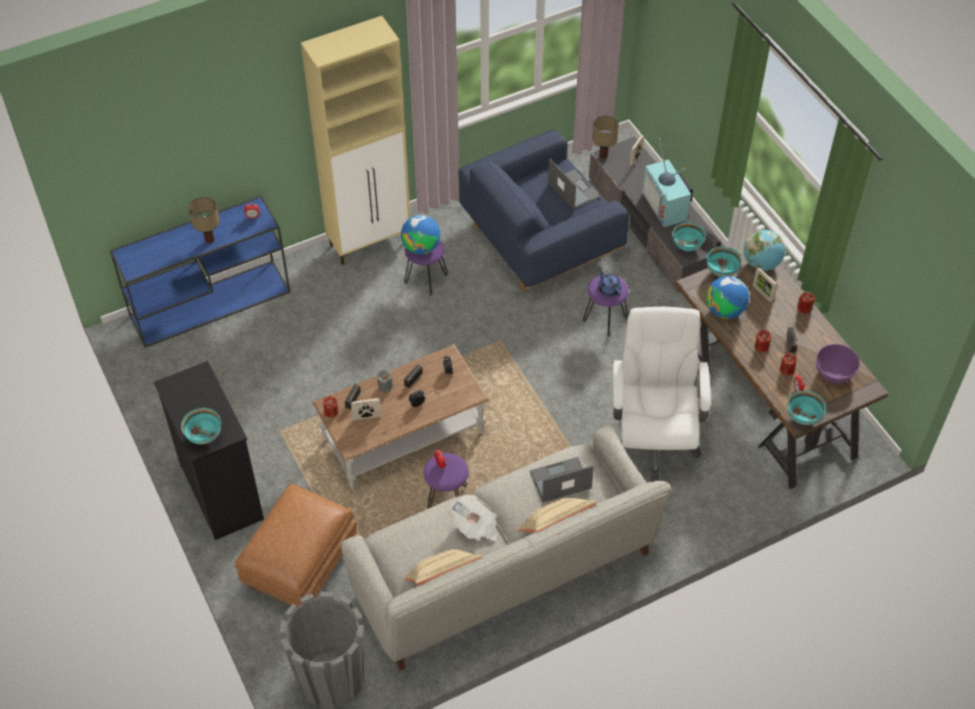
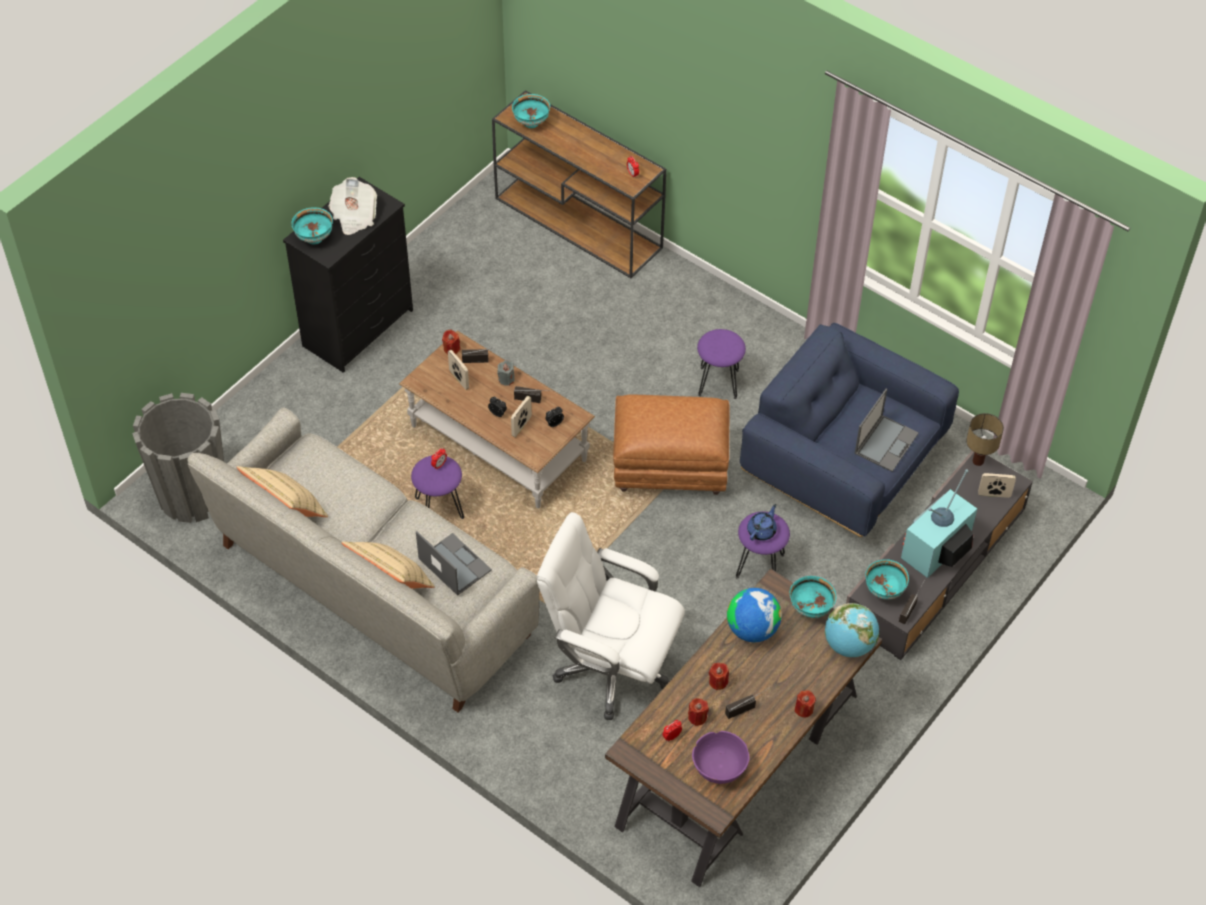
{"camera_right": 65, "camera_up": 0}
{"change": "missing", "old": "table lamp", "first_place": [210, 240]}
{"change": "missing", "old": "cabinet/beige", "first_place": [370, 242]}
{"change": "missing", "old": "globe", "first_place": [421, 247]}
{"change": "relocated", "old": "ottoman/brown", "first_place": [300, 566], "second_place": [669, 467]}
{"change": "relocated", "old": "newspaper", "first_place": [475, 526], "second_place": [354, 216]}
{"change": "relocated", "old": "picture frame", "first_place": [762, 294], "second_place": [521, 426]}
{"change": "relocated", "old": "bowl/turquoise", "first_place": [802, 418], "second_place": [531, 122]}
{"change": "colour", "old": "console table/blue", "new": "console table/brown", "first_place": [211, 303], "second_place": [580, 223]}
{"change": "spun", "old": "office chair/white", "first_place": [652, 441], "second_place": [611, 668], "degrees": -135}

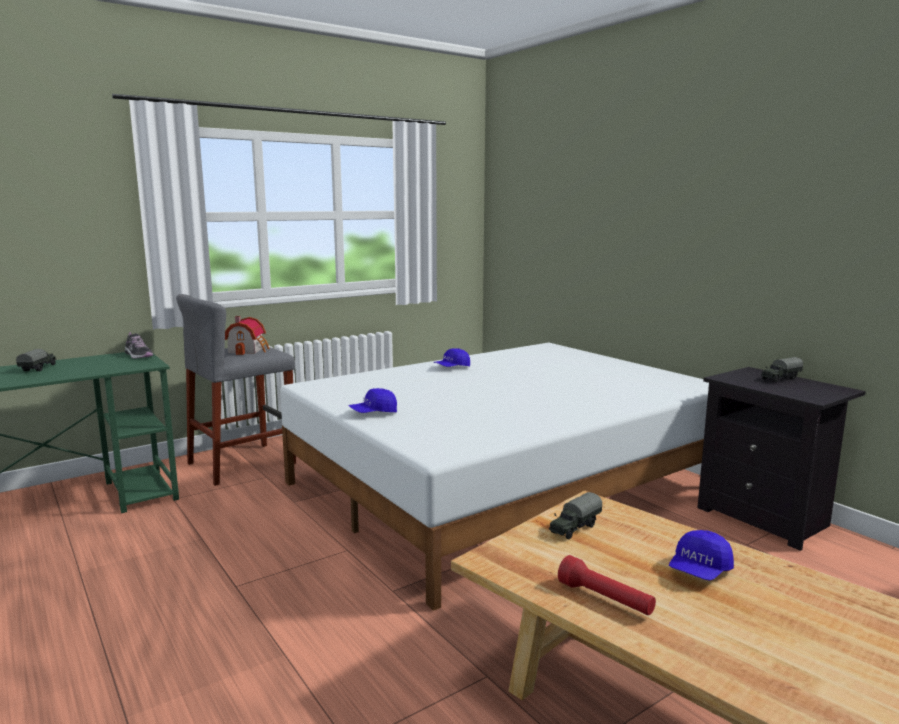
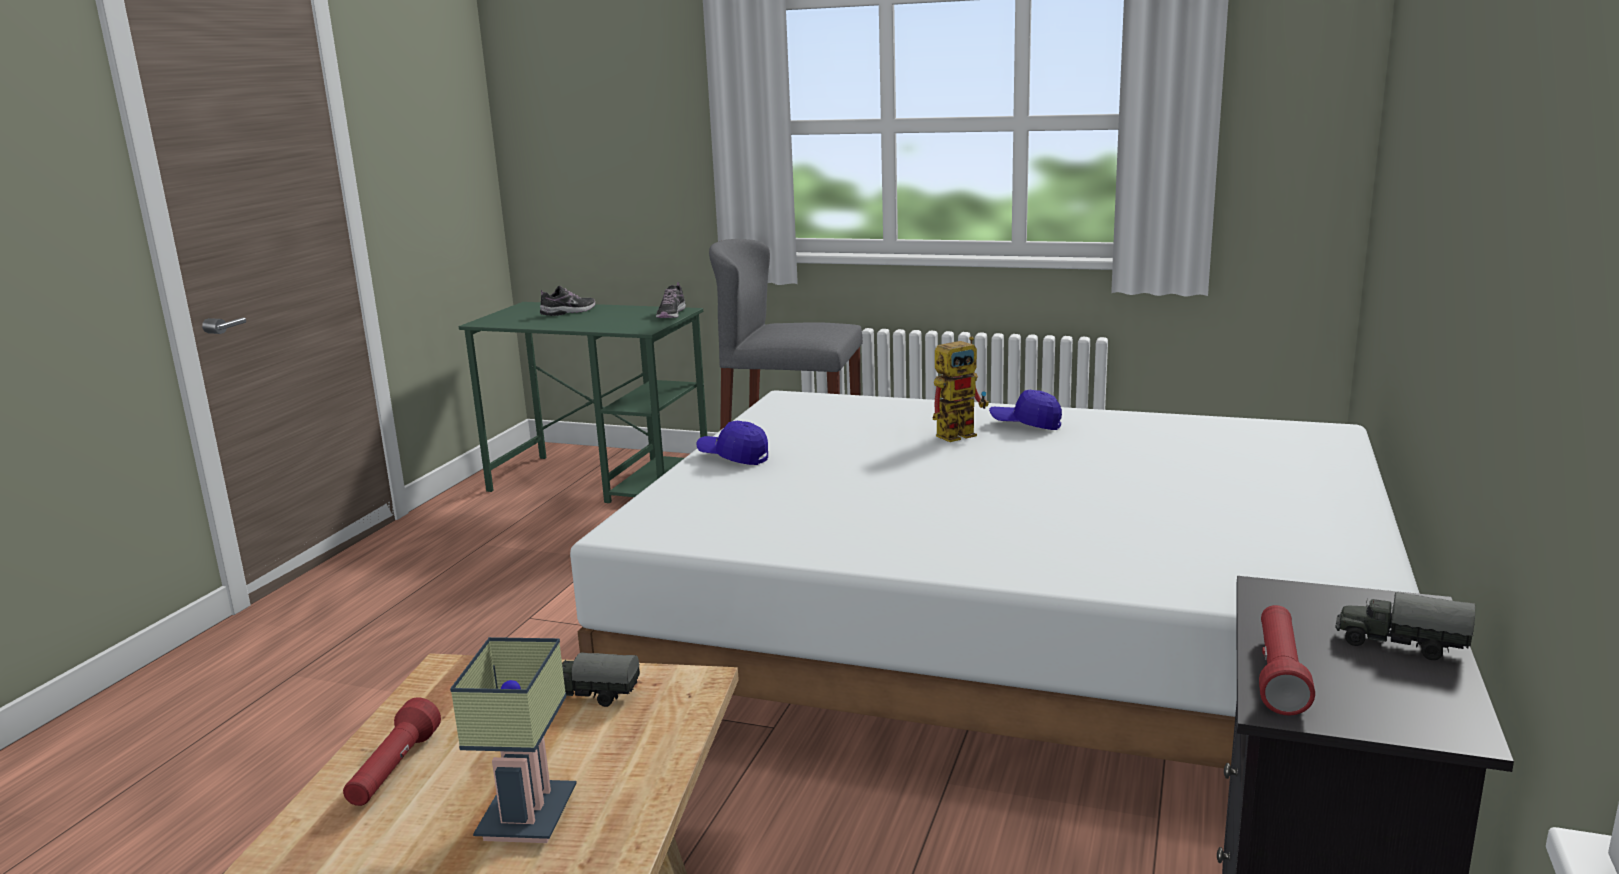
{"camera_right": 55, "camera_up": 5}
{"change": "missing", "old": "toy house", "first_place": [248, 350]}
{"change": "appeared", "new": "toy robot", "second_place": [961, 433]}
{"change": "appeared", "new": "flashlight/red", "second_place": [1279, 674]}
{"change": "exchanged", "old": "toy truck", "new": "shoe", "first_place": [39, 368], "second_place": [568, 312]}
{"change": "exchanged", "old": "cap/blue", "new": "table lamp", "first_place": [699, 571], "second_place": [531, 820]}

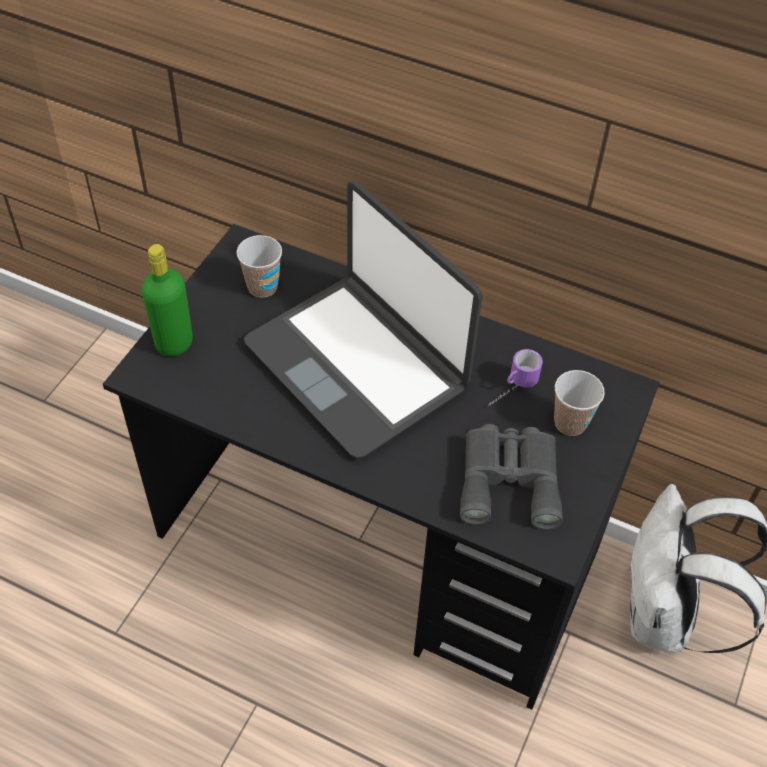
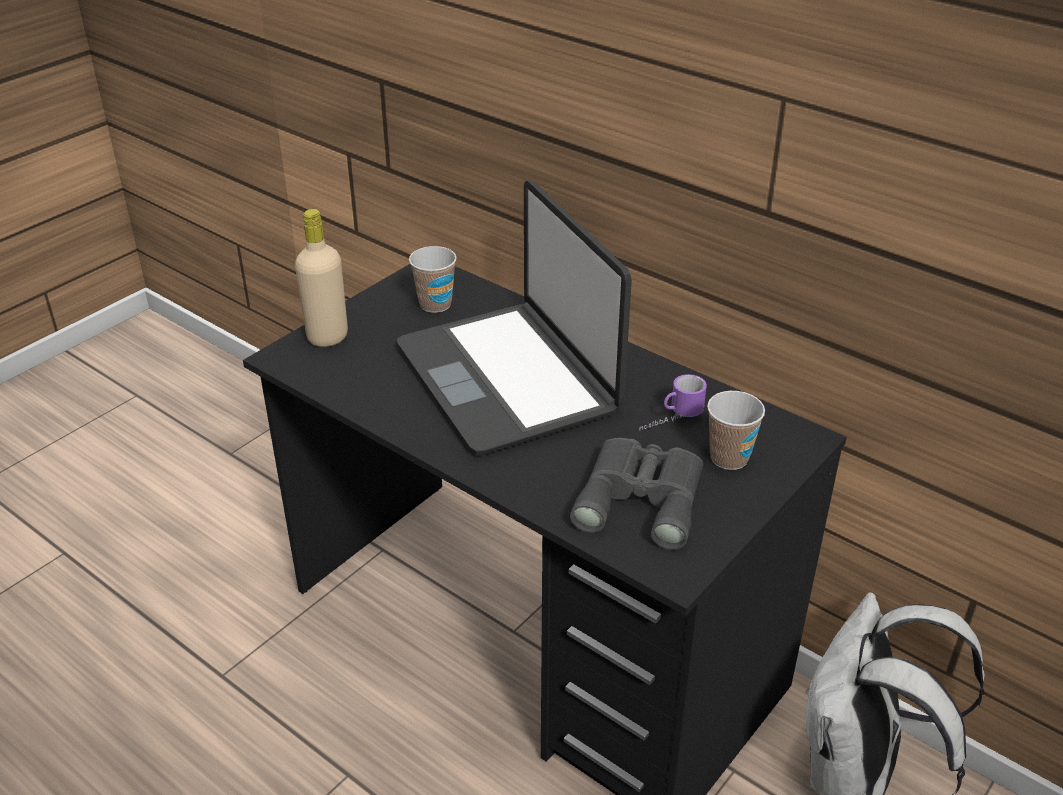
{"camera_right": 15, "camera_up": -15}
{"change": "colour", "old": "bottle/green", "new": "bottle/beige", "first_place": [174, 343], "second_place": [327, 337]}

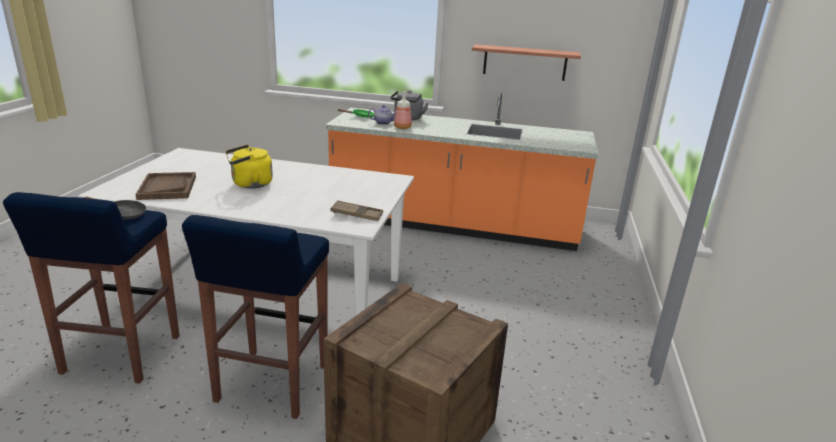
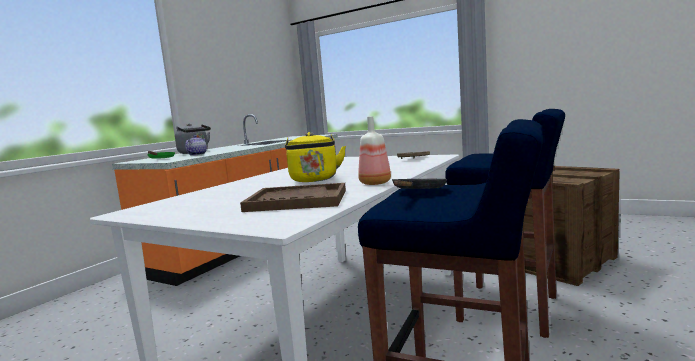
{"camera_right": -70, "camera_up": -15}
{"change": "missing", "old": "shelf", "first_place": [524, 62]}
{"change": "relocated", "old": "bottle", "first_place": [402, 128], "second_place": [376, 183]}

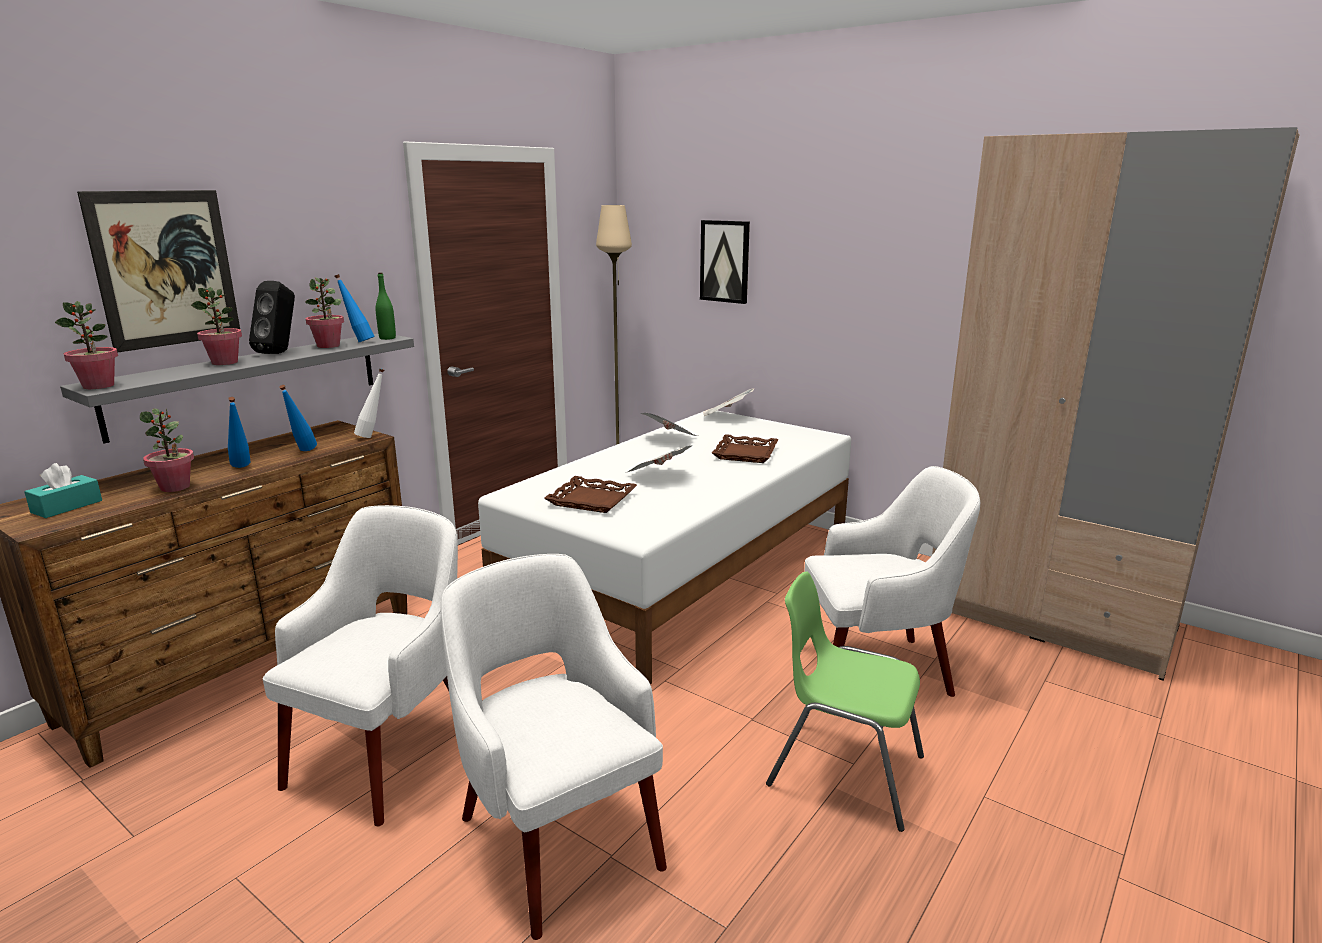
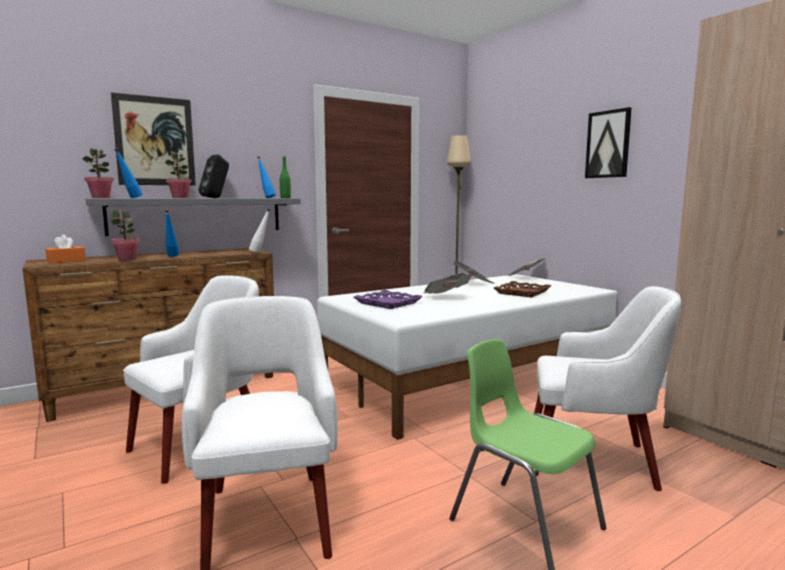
{"camera_right": 20, "camera_up": -10}
{"change": "missing", "old": "potted plant", "first_place": [328, 346]}
{"change": "relocated", "old": "bottle/blue", "first_place": [302, 452], "second_place": [130, 198]}
{"change": "relocated", "old": "picture", "first_place": [725, 261], "second_place": [608, 144]}
{"change": "colour", "old": "tissue box/turquoise", "new": "tissue box/orange", "first_place": [67, 506], "second_place": [66, 261]}
{"change": "colour", "old": "tray/brown", "new": "tray/purple", "first_place": [591, 500], "second_place": [387, 303]}

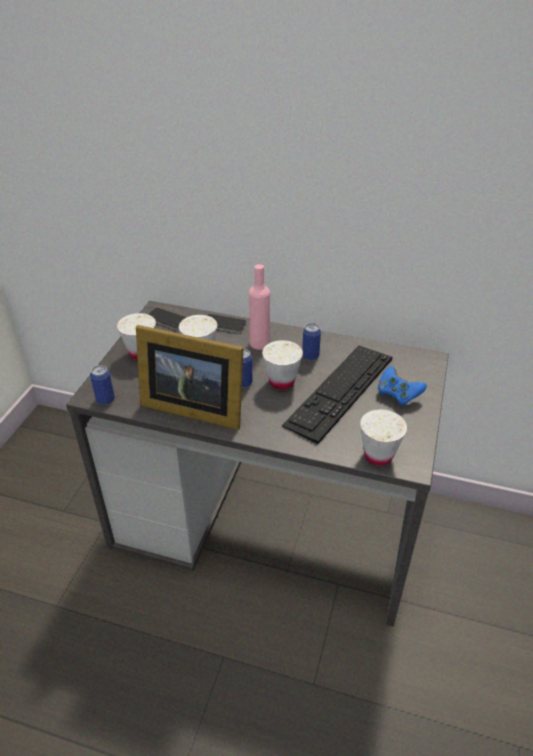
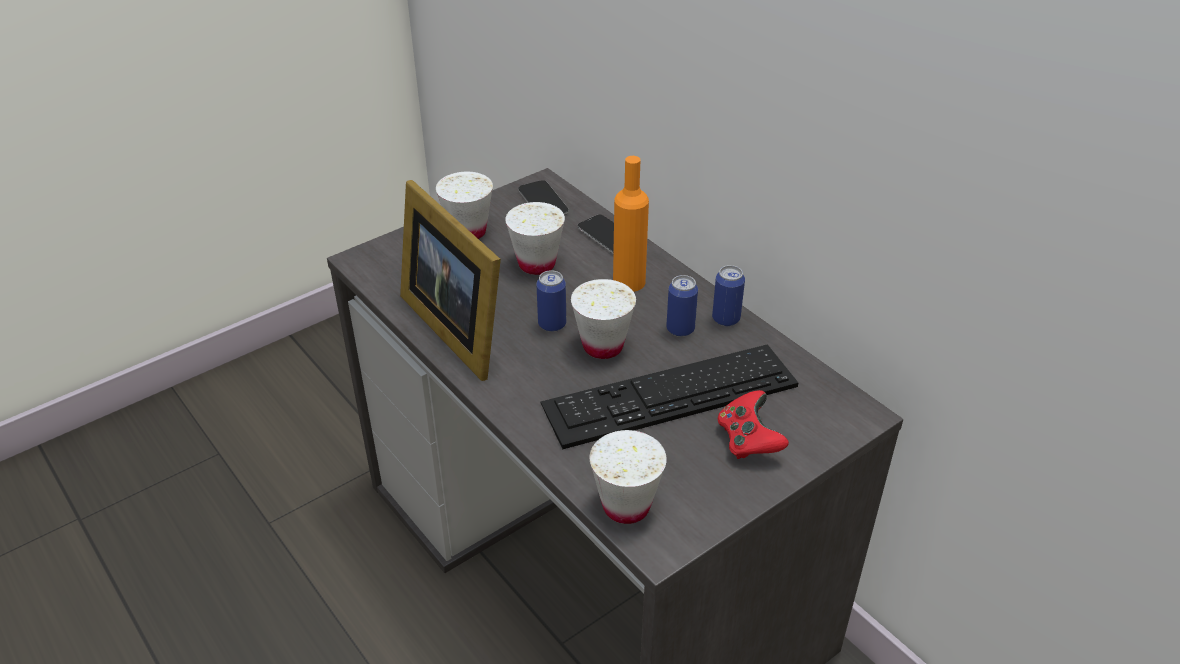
{"camera_right": 35, "camera_up": 0}
{"change": "relocated", "old": "can", "first_place": [105, 399], "second_place": [726, 319]}
{"change": "colour", "old": "bottle/pink", "new": "bottle/orange", "first_place": [259, 343], "second_place": [629, 282]}
{"change": "colour", "old": "game controller/blue", "new": "game controller/red", "first_place": [397, 395], "second_place": [748, 440]}

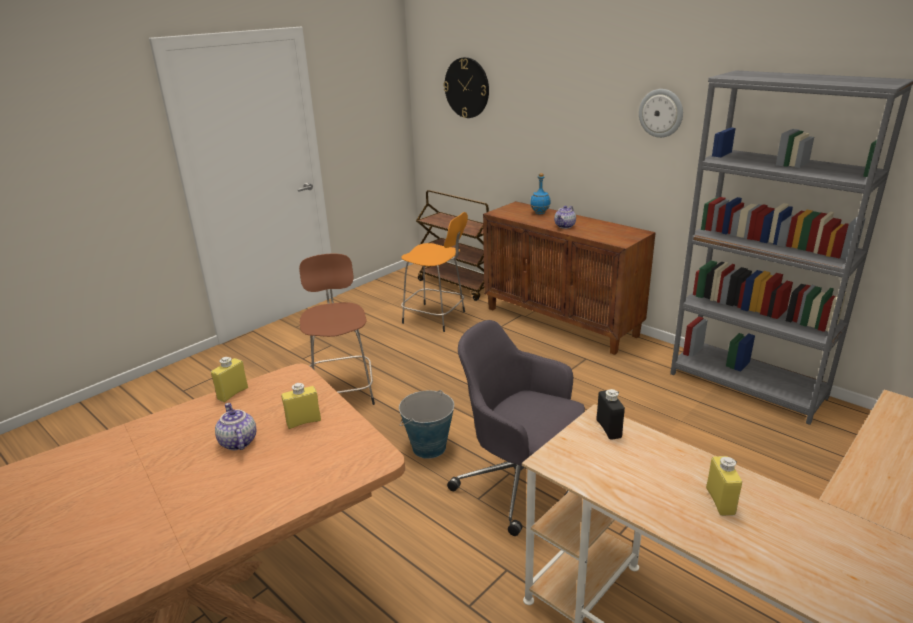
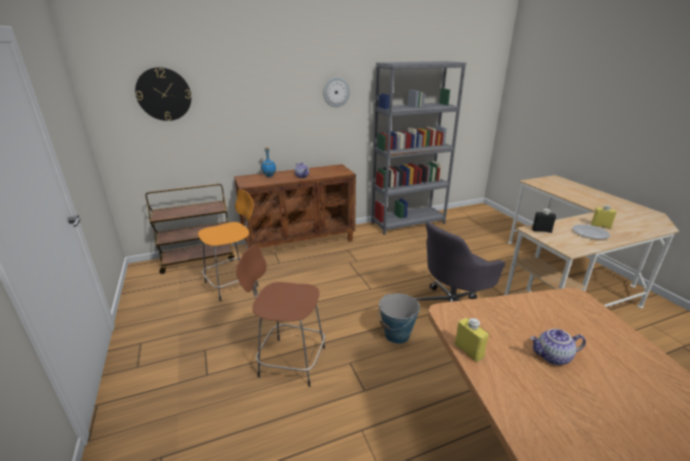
{"camera_right": -65, "camera_up": 0}
{"change": "missing", "old": "bottle/yellow", "first_place": [303, 422]}
{"change": "appeared", "new": "plate", "second_place": [590, 233]}

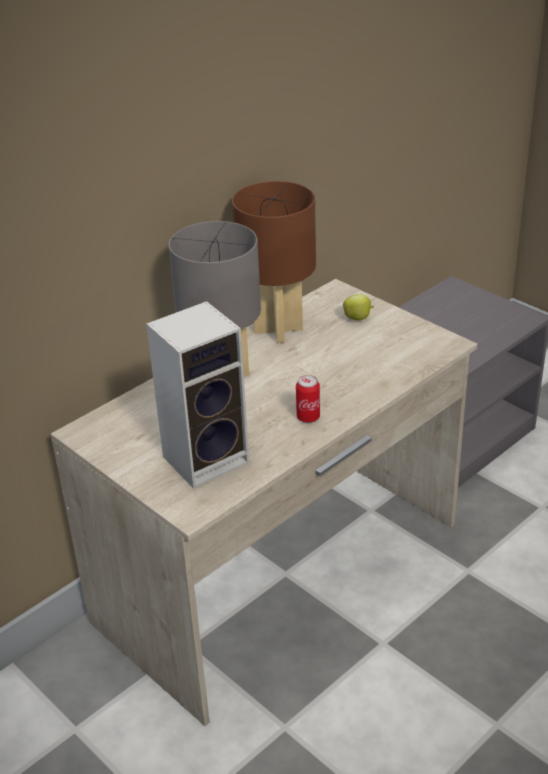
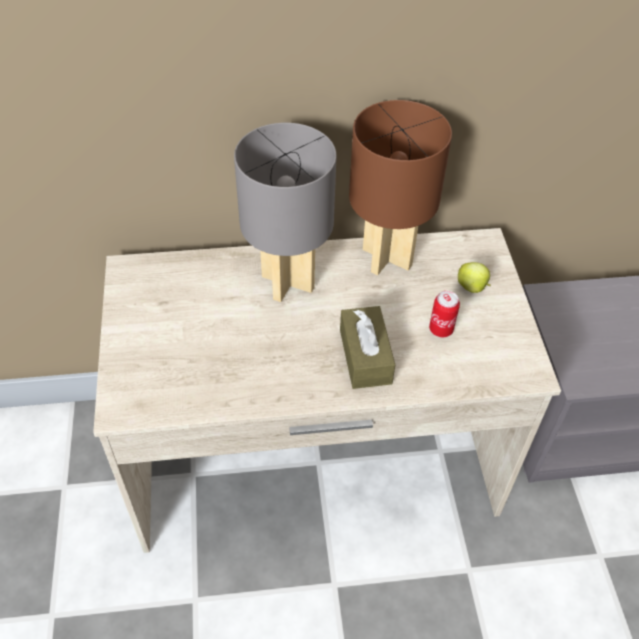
{"camera_right": 35, "camera_up": 15}
{"change": "missing", "old": "speaker", "first_place": [207, 457]}
{"change": "appeared", "new": "tissue box/brown", "second_place": [365, 356]}
{"change": "relocated", "old": "can", "first_place": [308, 417], "second_place": [441, 329]}

